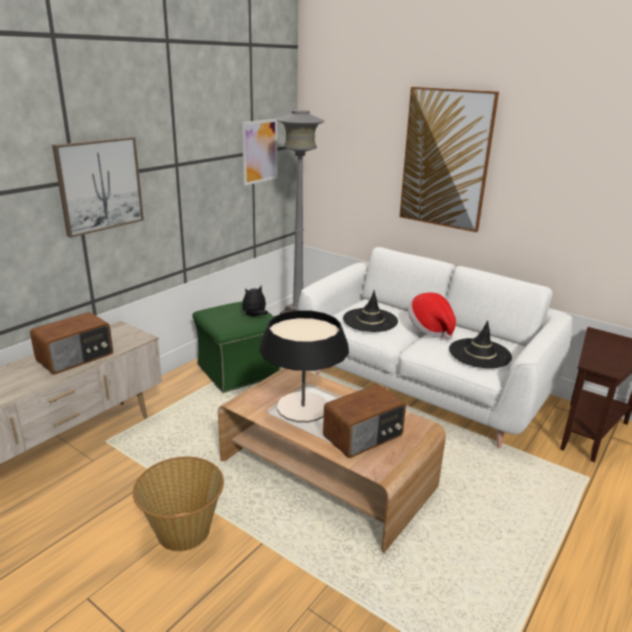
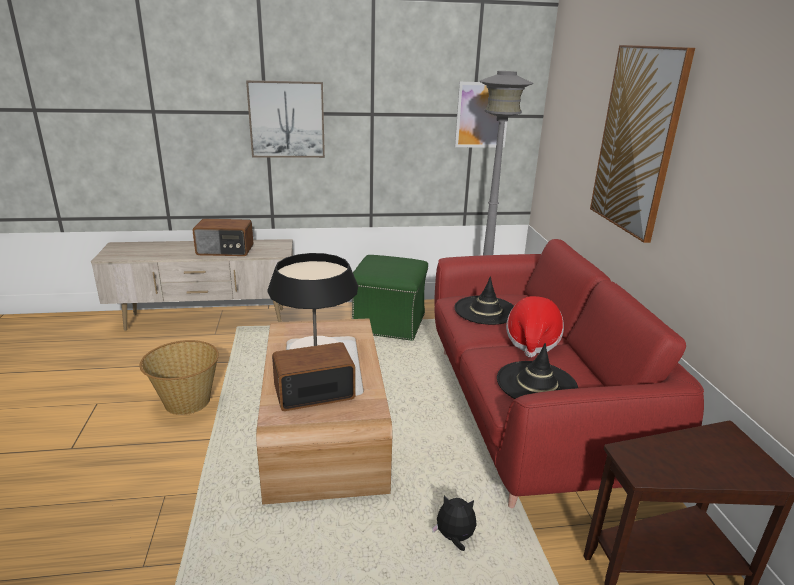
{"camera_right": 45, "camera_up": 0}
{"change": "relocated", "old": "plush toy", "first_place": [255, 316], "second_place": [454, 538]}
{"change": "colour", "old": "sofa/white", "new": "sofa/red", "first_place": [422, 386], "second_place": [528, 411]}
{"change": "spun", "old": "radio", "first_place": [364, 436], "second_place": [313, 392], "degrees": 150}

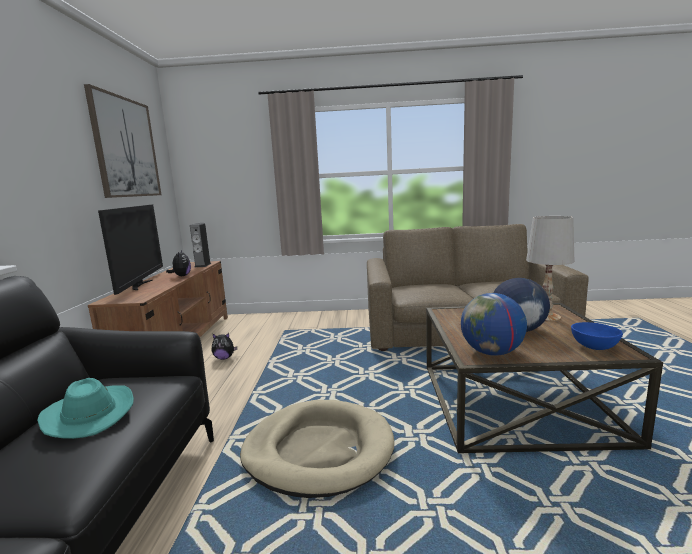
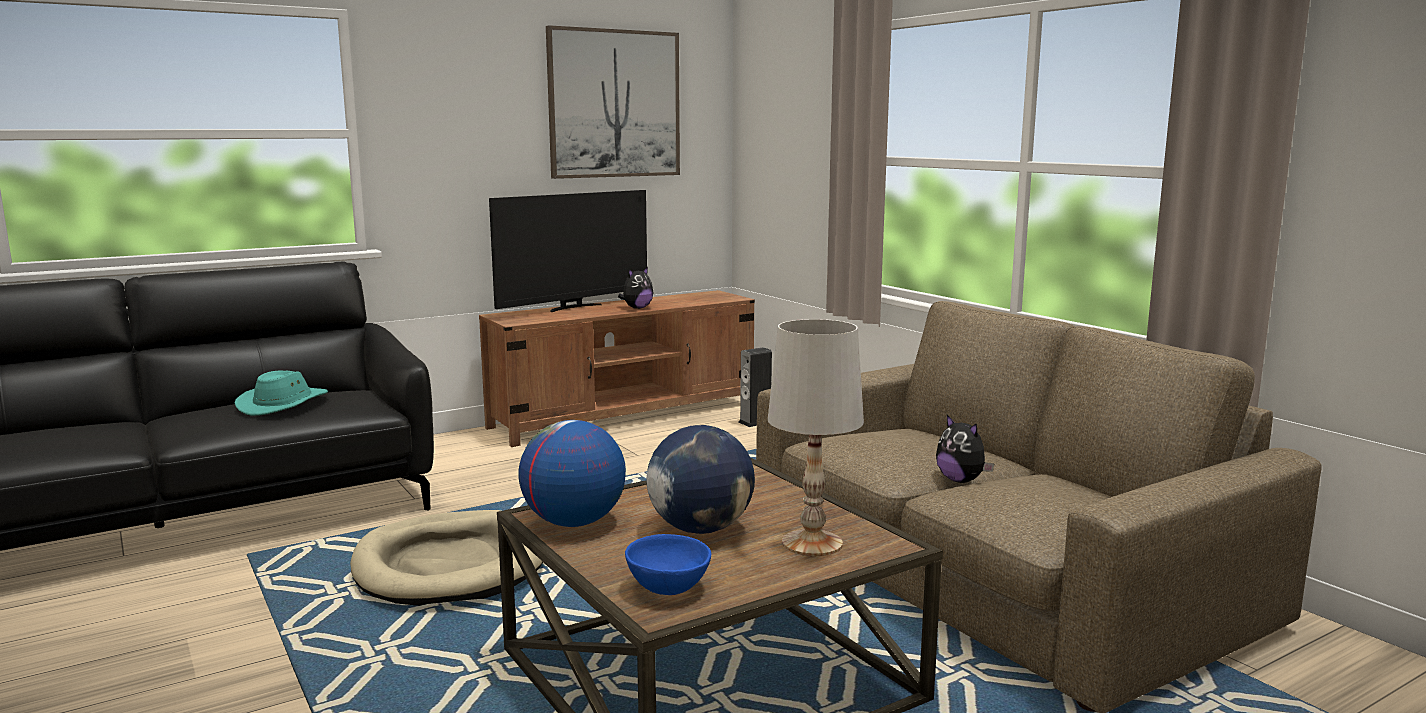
{"camera_right": 55, "camera_up": 0}
{"change": "relocated", "old": "speaker", "first_place": [203, 265], "second_place": [755, 422]}
{"change": "relocated", "old": "plush toy", "first_place": [224, 358], "second_place": [961, 480]}

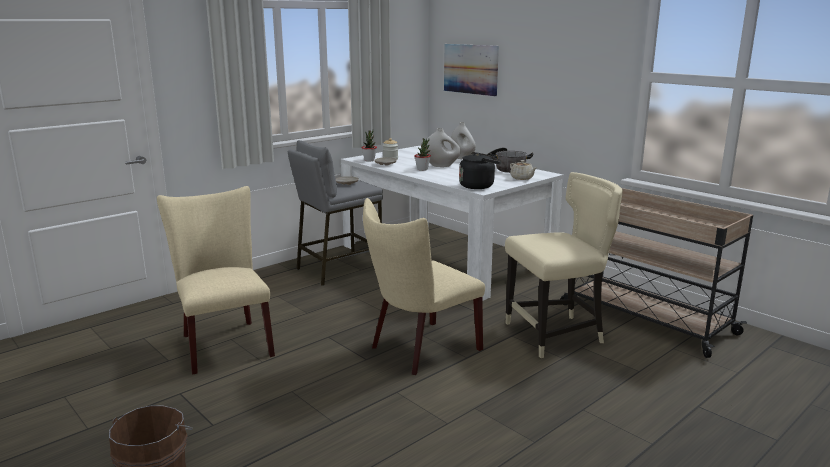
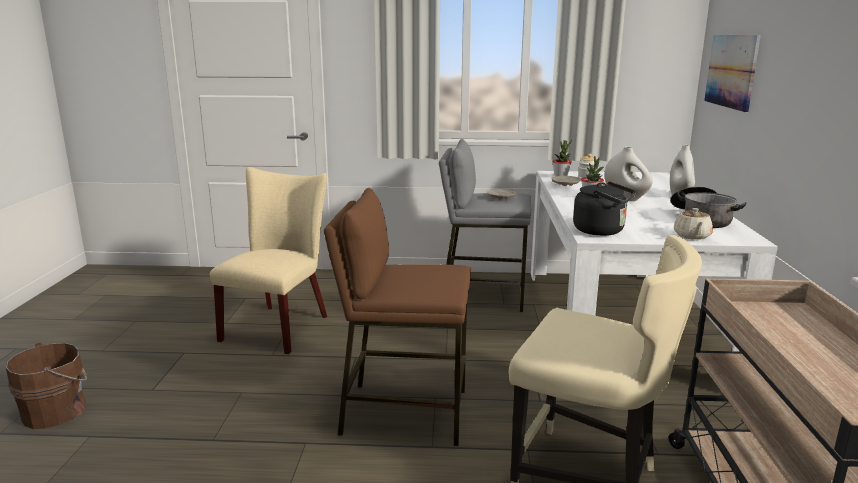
{"camera_right": 45, "camera_up": 0}
{"change": "exchanged", "old": "chair/beige", "new": "stool/brown", "first_place": [420, 350], "second_place": [404, 412]}

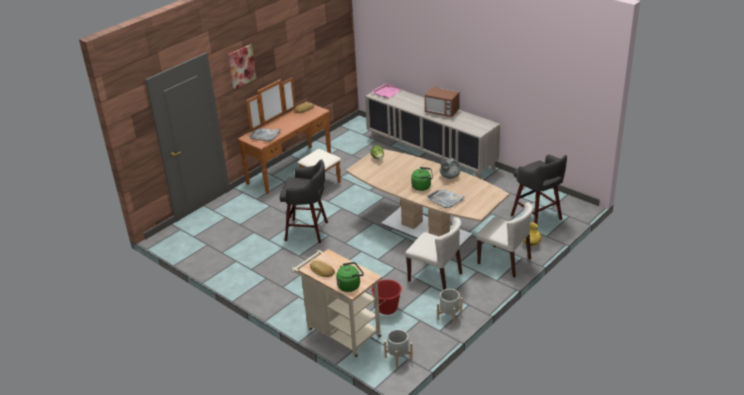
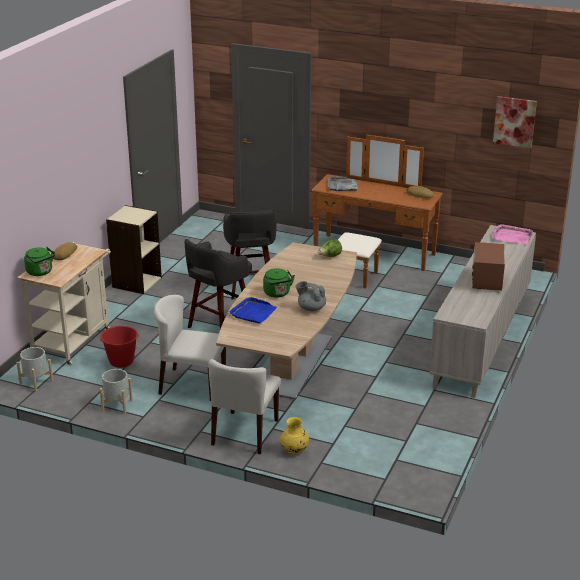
{"camera_right": 70, "camera_up": -5}
{"change": "appeared", "new": "bookcase/beige", "second_place": [136, 282]}
{"change": "relocated", "old": "picture", "first_place": [241, 66], "second_place": [514, 122]}
{"change": "relocated", "old": "stool/grey", "first_place": [537, 218], "second_place": [219, 326]}
{"change": "colour", "old": "tray/grey", "new": "tray/blue", "first_place": [445, 199], "second_place": [253, 312]}
{"change": "spun", "old": "chair/beige", "first_place": [435, 277], "second_place": [191, 384], "degrees": 90}

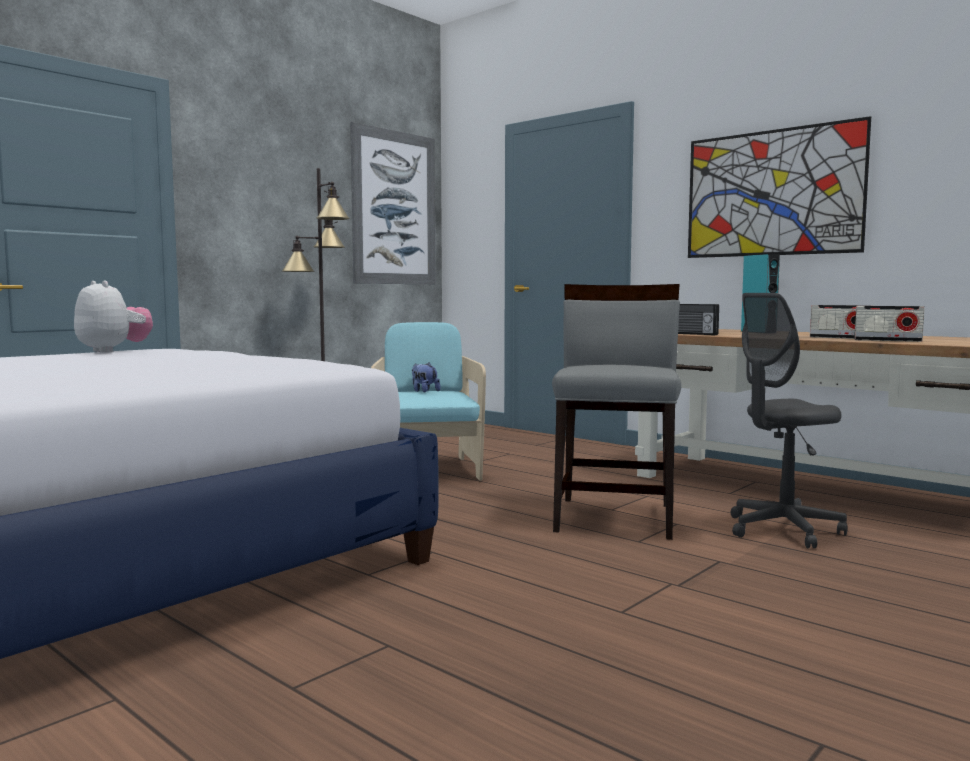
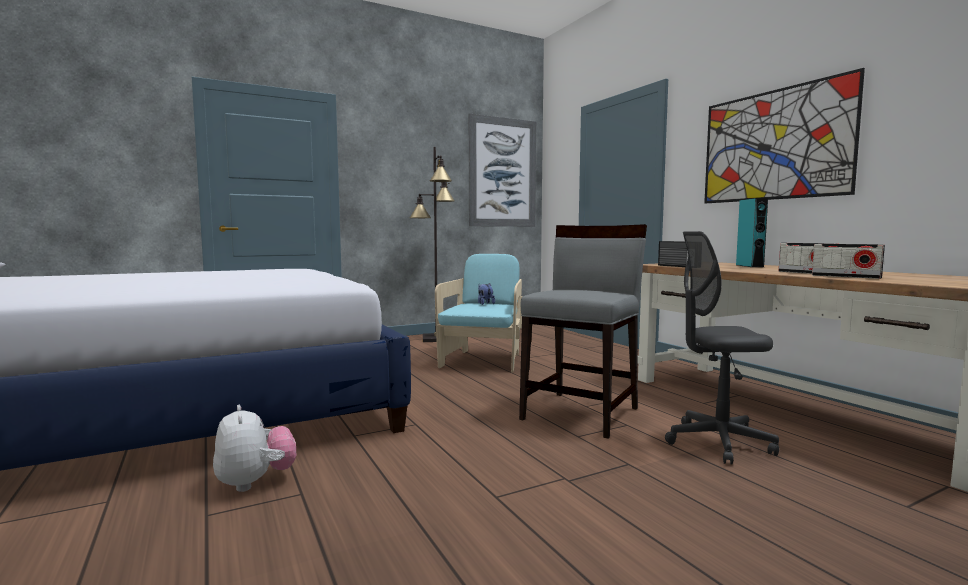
{"camera_right": 20, "camera_up": 0}
{"change": "relocated", "old": "plush toy", "first_place": [113, 351], "second_place": [255, 482]}

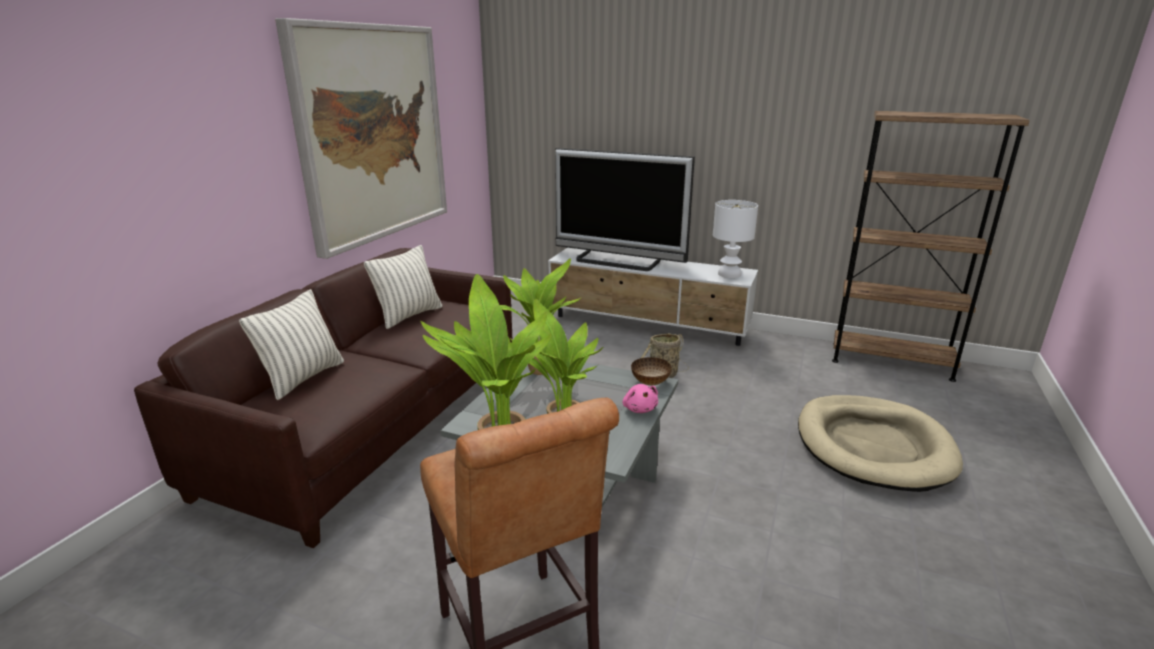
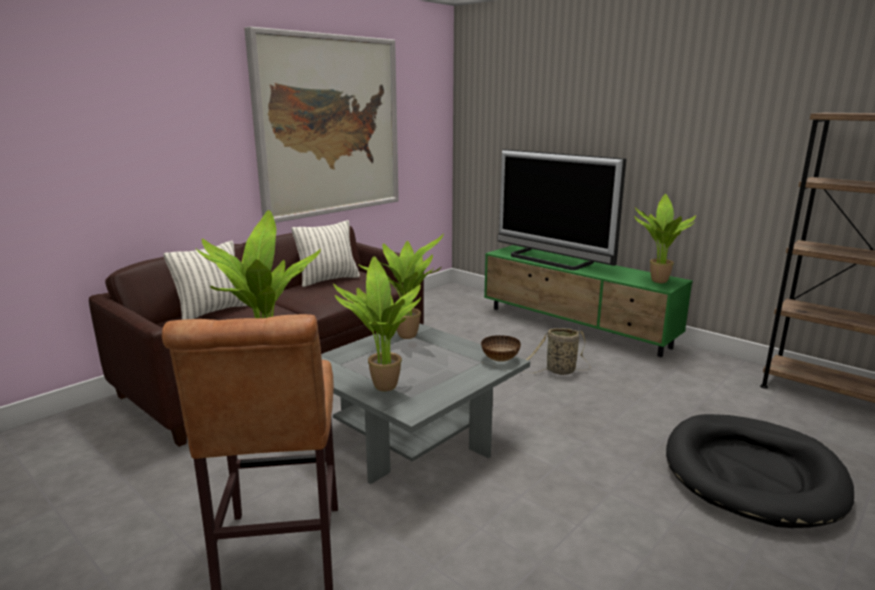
{"camera_right": 20, "camera_up": -5}
{"change": "missing", "old": "plush toy/pink", "first_place": [639, 408]}
{"change": "exchanged", "old": "table lamp/white", "new": "potted plant", "first_place": [729, 274], "second_place": [656, 281]}
{"change": "colour", "old": "tv stand/white", "new": "tv stand/green", "first_place": [648, 326], "second_place": [576, 327]}
{"change": "colour", "old": "dog bed/beige", "new": "dog bed/black", "first_place": [872, 446], "second_place": [752, 473]}

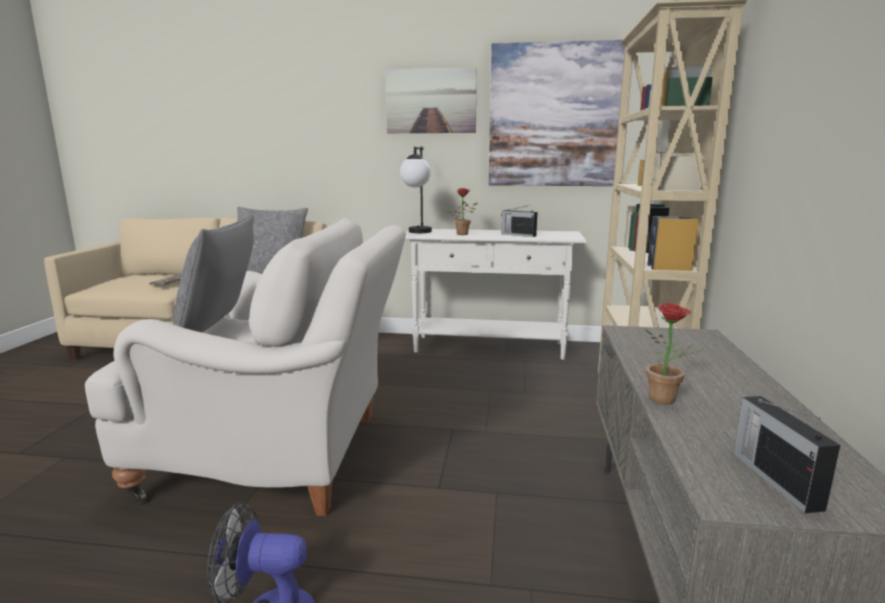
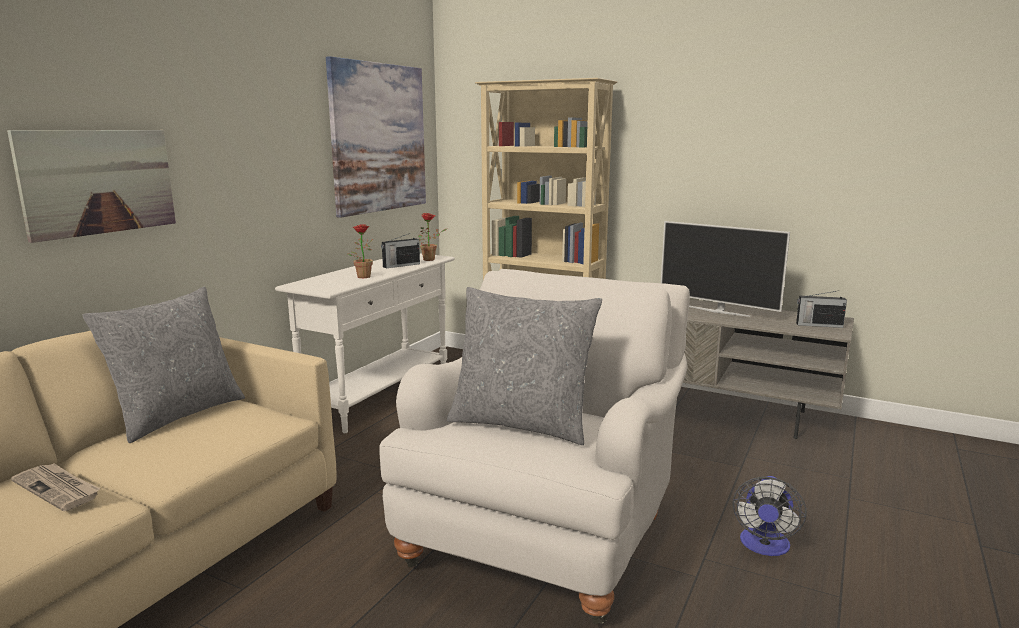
{"camera_right": -70, "camera_up": 0}
{"change": "missing", "old": "table lamp", "first_place": [418, 233]}
{"change": "appeared", "new": "television", "second_place": [718, 311]}
{"change": "relocated", "old": "picture", "first_place": [431, 101], "second_place": [99, 181]}
{"change": "relocated", "old": "potted plant", "first_place": [667, 401], "second_place": [431, 259]}

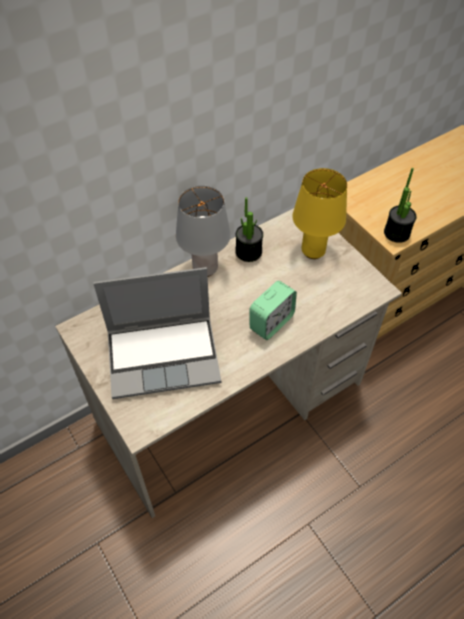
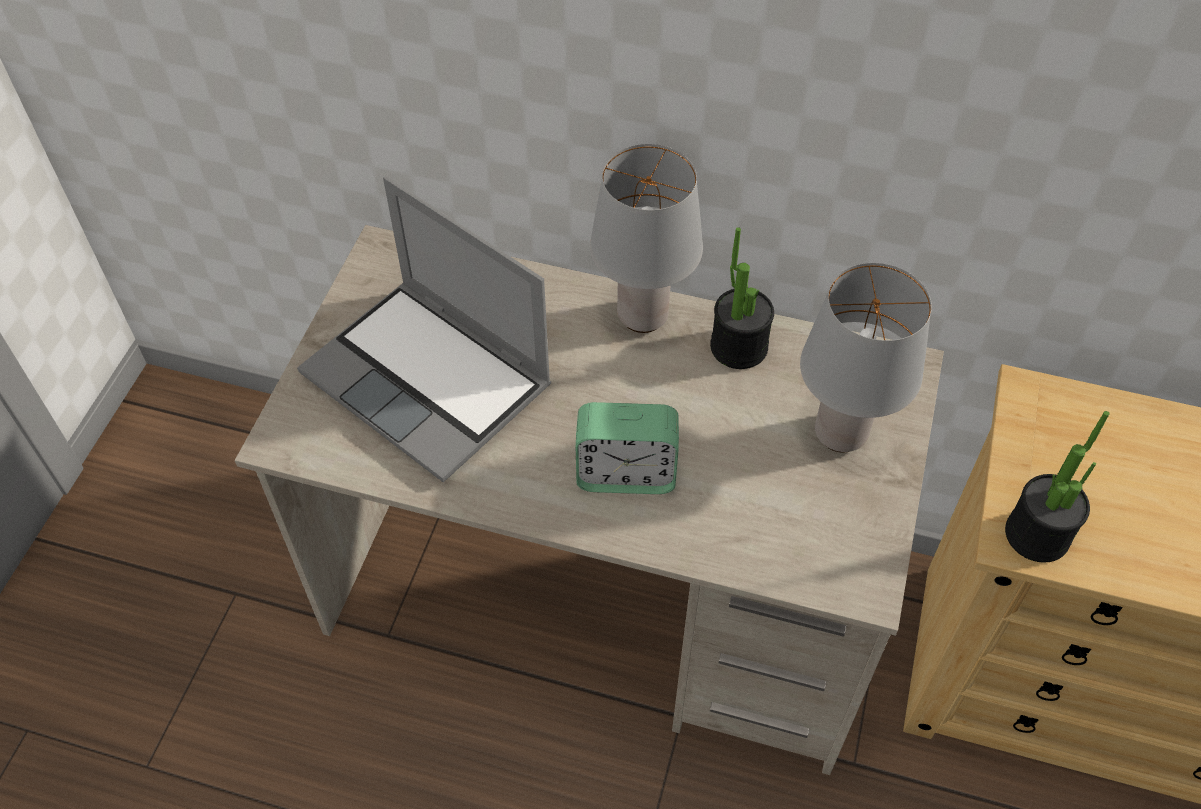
{"camera_right": 50, "camera_up": 0}
{"change": "colour", "old": "table lamp/yellow", "new": "table lamp/grey", "first_place": [312, 251], "second_place": [841, 432]}

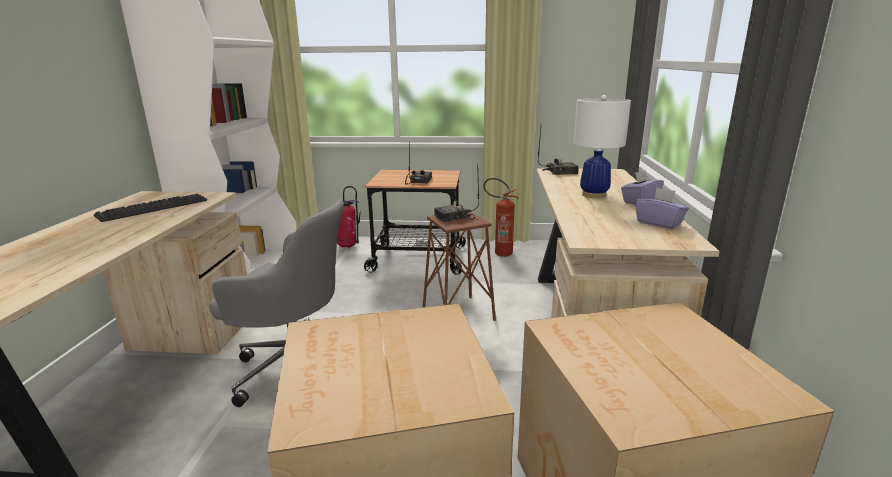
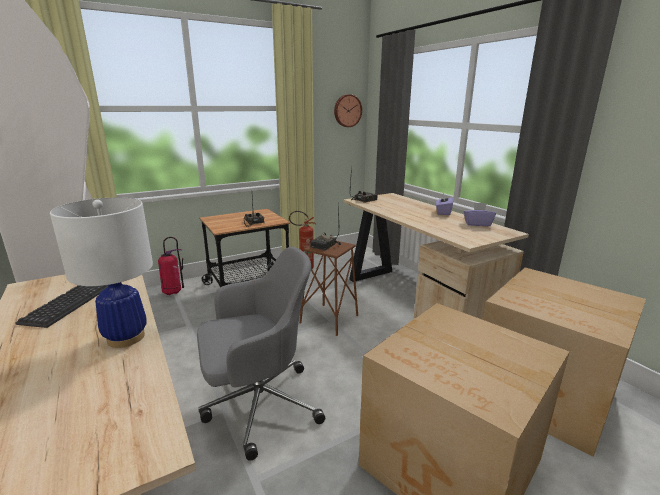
{"camera_right": -35, "camera_up": 0}
{"change": "appeared", "new": "wall clock", "second_place": [347, 111]}
{"change": "relocated", "old": "table lamp/white", "first_place": [594, 195], "second_place": [126, 337]}

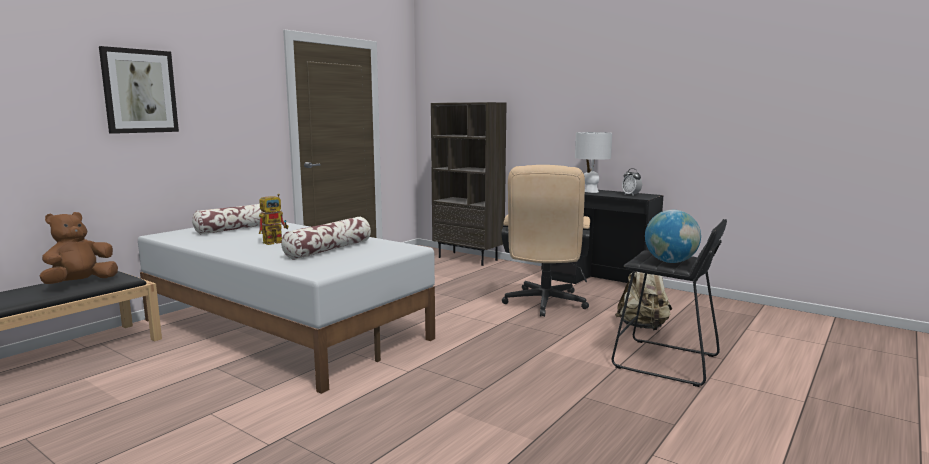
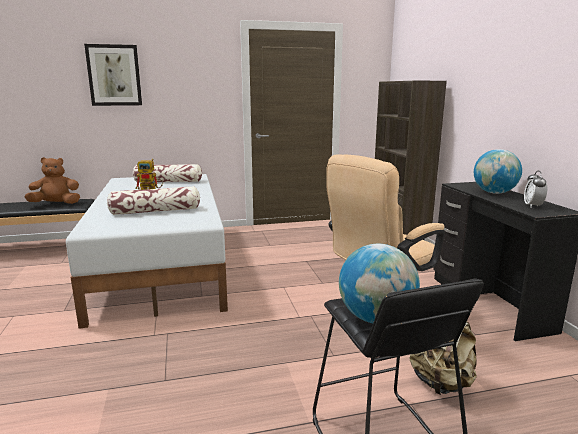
{"camera_right": 40, "camera_up": 5}
{"change": "exchanged", "old": "table lamp/white", "new": "globe", "first_place": [591, 191], "second_place": [494, 193]}

